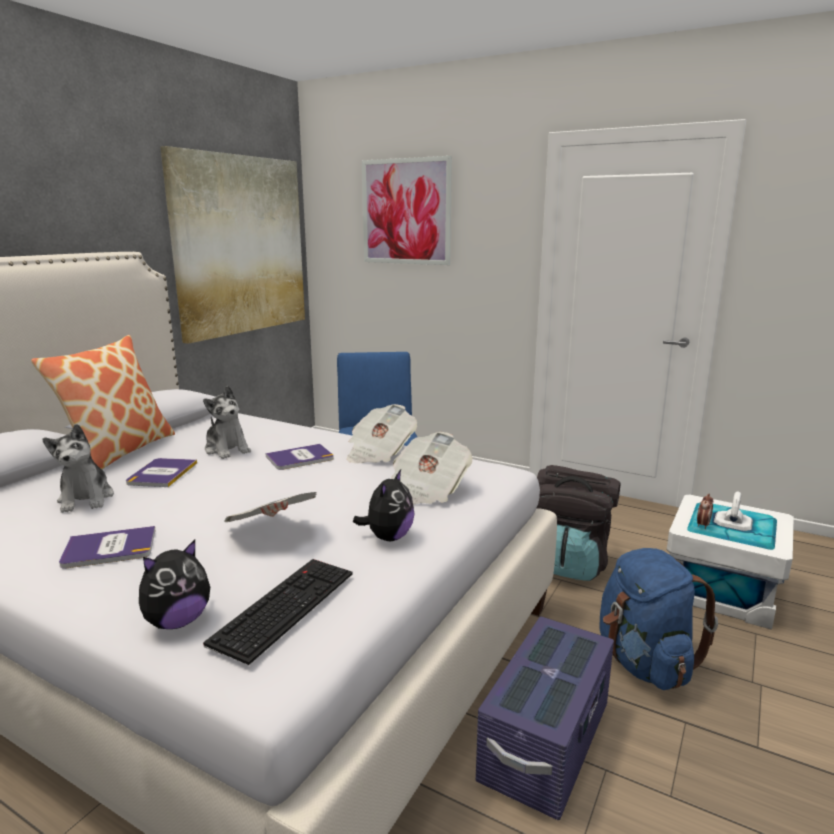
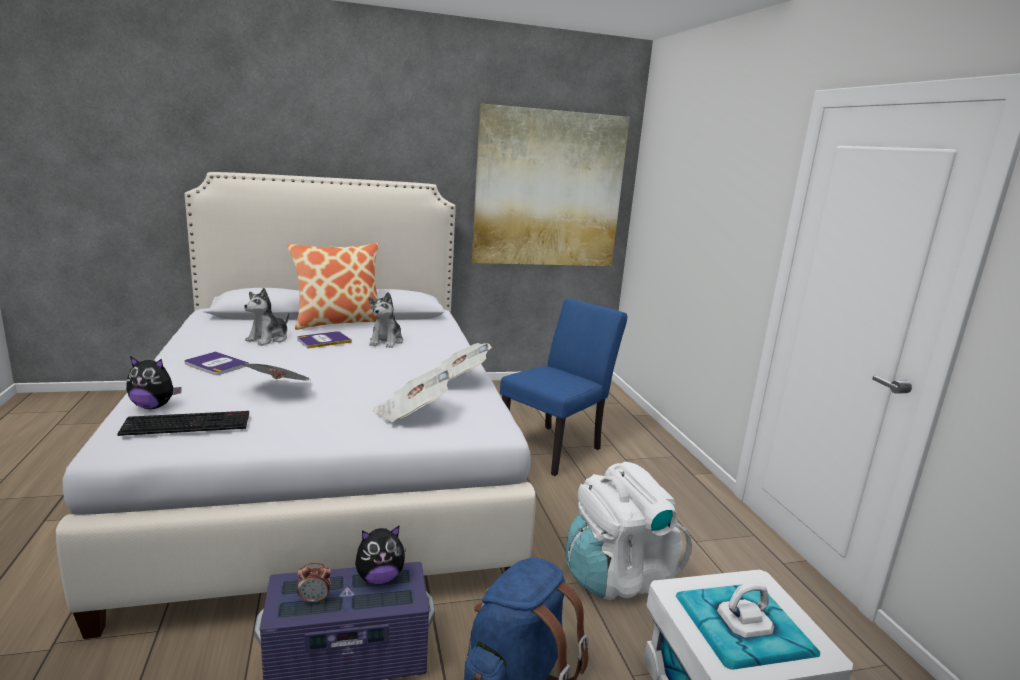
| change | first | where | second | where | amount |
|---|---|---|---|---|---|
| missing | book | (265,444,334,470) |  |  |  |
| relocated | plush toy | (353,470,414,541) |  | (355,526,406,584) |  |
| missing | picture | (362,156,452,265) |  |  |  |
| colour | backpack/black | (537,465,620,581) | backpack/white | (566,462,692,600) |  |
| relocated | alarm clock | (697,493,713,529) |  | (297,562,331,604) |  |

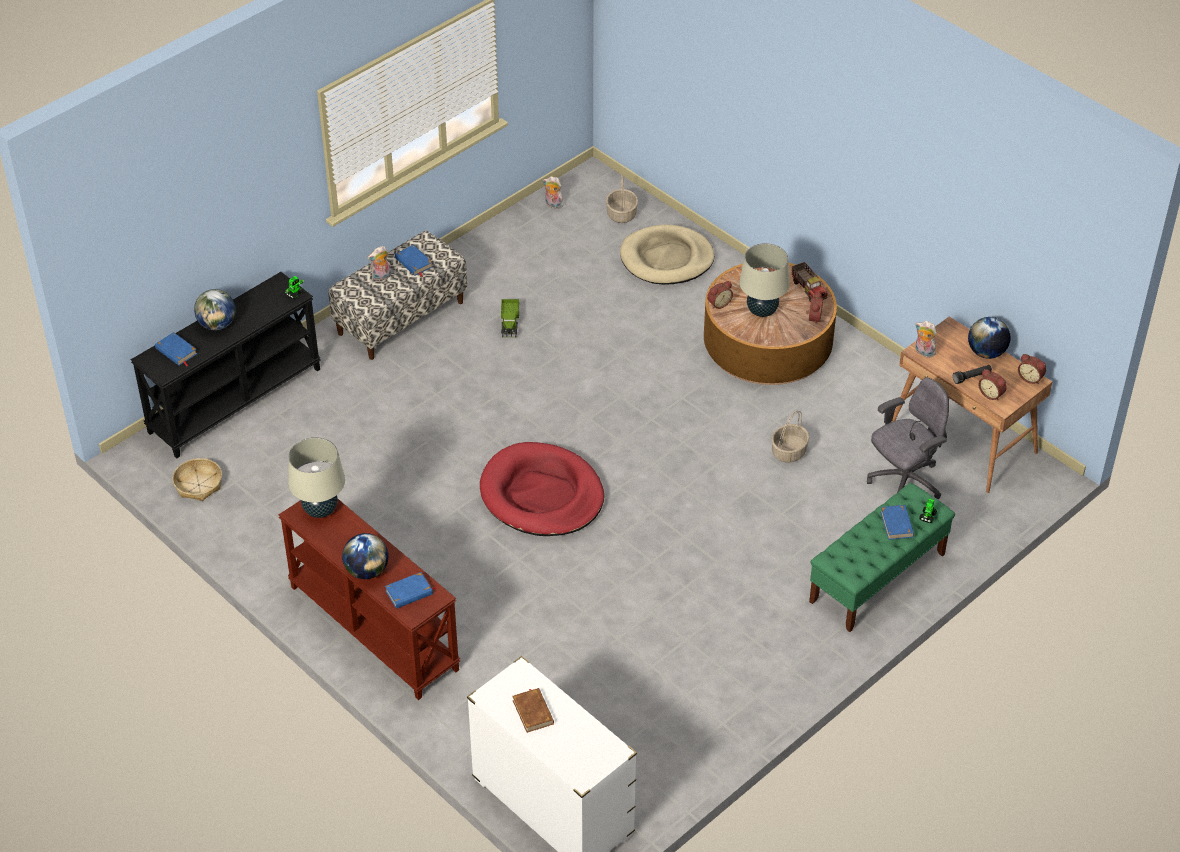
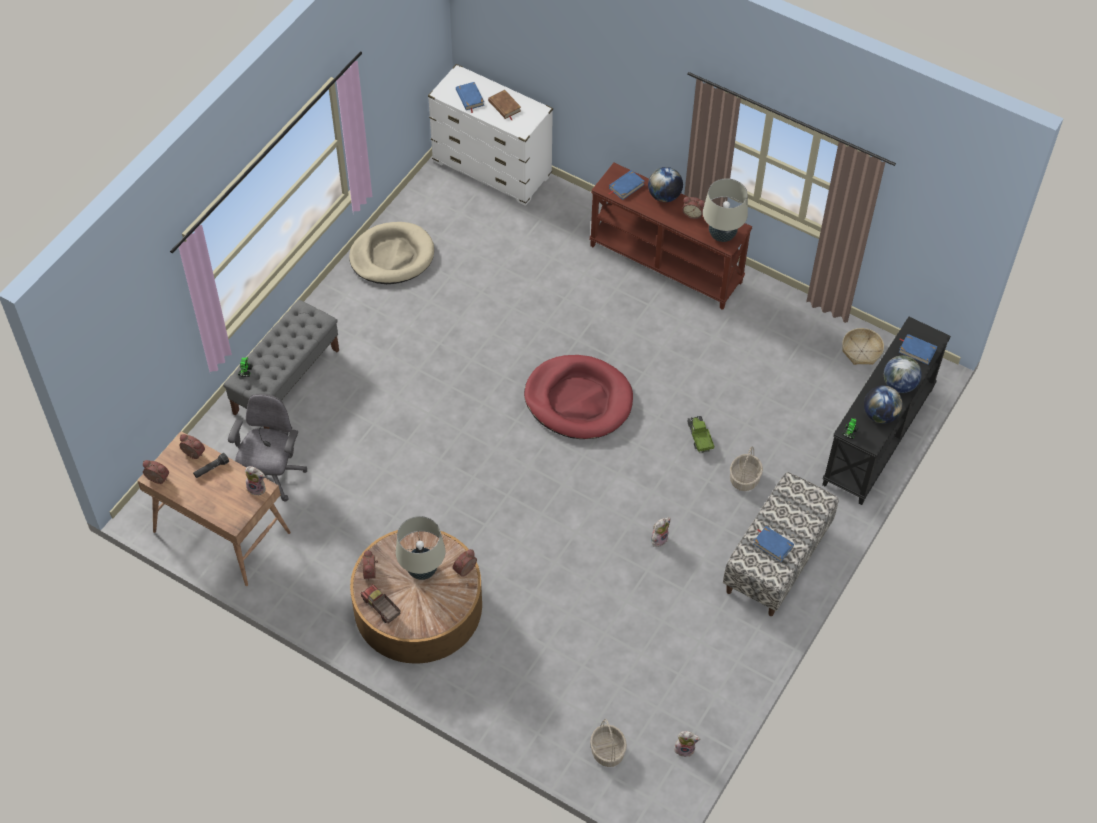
| change | first | where | second | where | amount |
|---|---|---|---|---|---|
| relocated | plush toy | (367,246,391,281) |  | (651,517,671,547) |  |
| relocated | toy truck | (501,299,519,338) |  | (688,416,714,453) |  |
| relocated | dog bed/beige | (620,224,714,285) |  | (349,222,434,284) |  |
| relocated | basket | (771,411,809,463) |  | (730,446,763,491) |  |
| colour | bench/green | (809,483,955,632) | bench/grey | (223,300,339,429) |  |
| spun | office chair/grey | (867,378,949,499) |  | (228,394,307,502) | 150 degrees clockwise |
| relocated | book/blue | (880,505,914,540) |  | (456,82,484,113) |  |
| relocated | globe | (968,317,1011,359) |  | (864,385,903,424) |  |
| appeared |  |  | alarm clock | (682,197,705,219) |  |

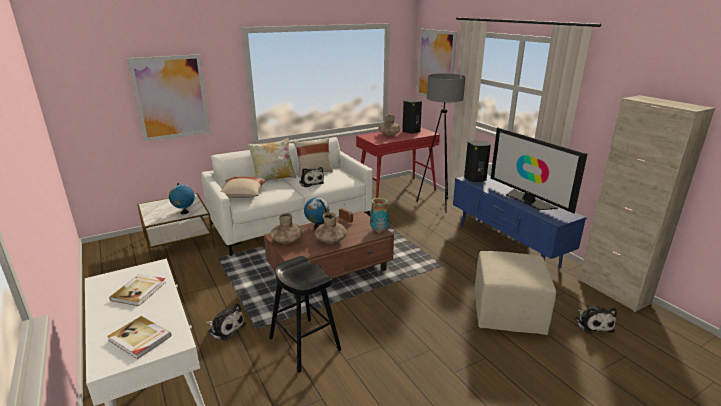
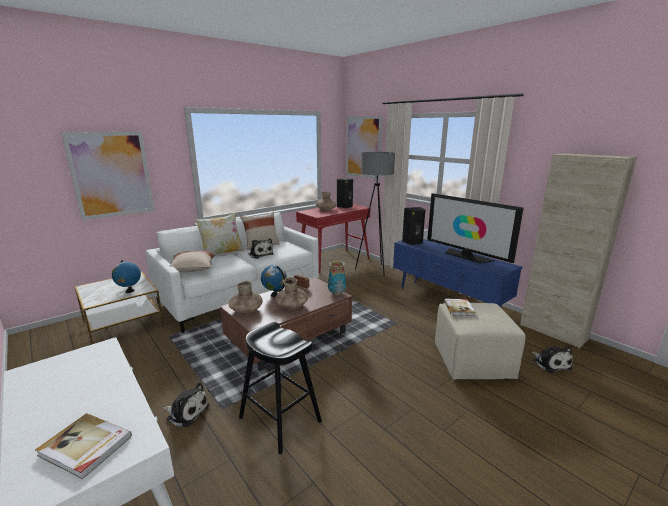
| change | first | where | second | where | amount |
|---|---|---|---|---|---|
| relocated | book | (109,274,166,306) |  | (444,298,476,316) |  |

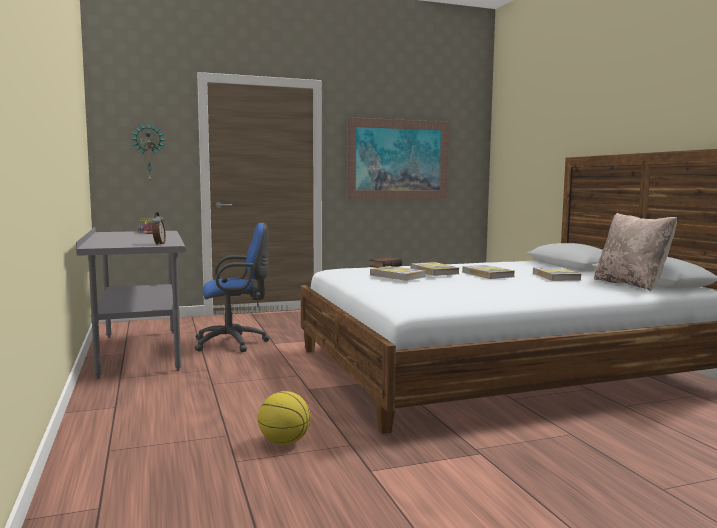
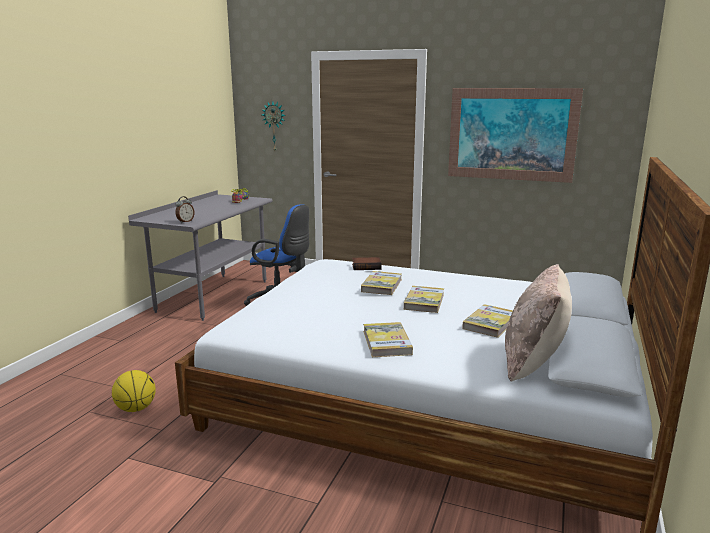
| change | first | where | second | where | amount |
|---|---|---|---|---|---|
| relocated | book | (370,266,426,281) |  | (363,322,413,357) |  |

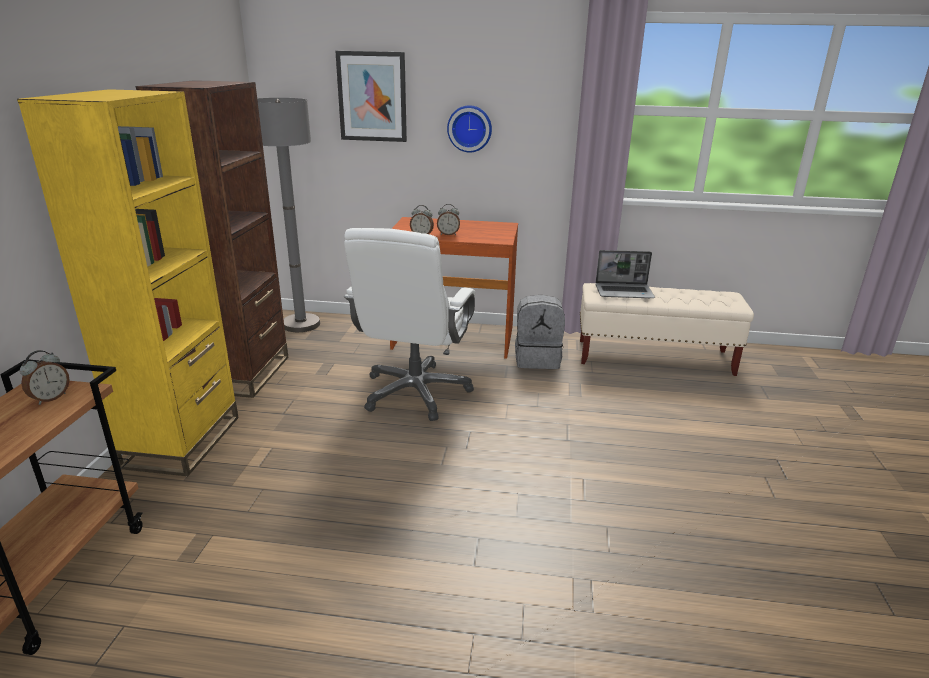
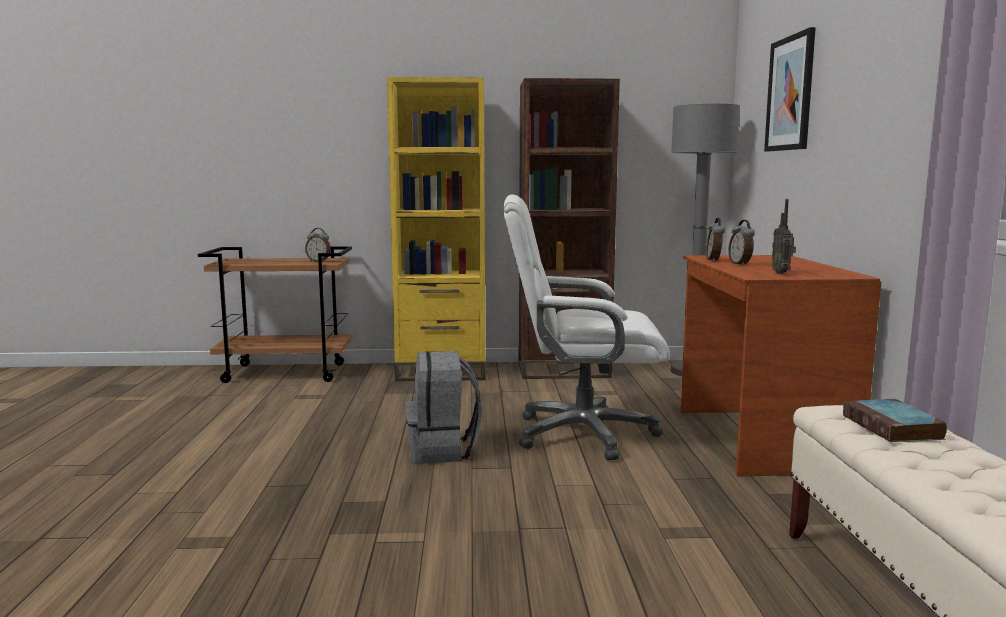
| change | first | where | second | where | amount |
|---|---|---|---|---|---|
| missing | wall clock | (447,105,492,152) |  |  |  |
| relocated | backpack/grey | (515,295,565,369) |  | (406,351,482,464) |  |
| exchanged | laptop | (596,250,655,298) | book | (843,399,947,442) |  |
| appeared |  |  | radio | (772,199,796,274) |  |

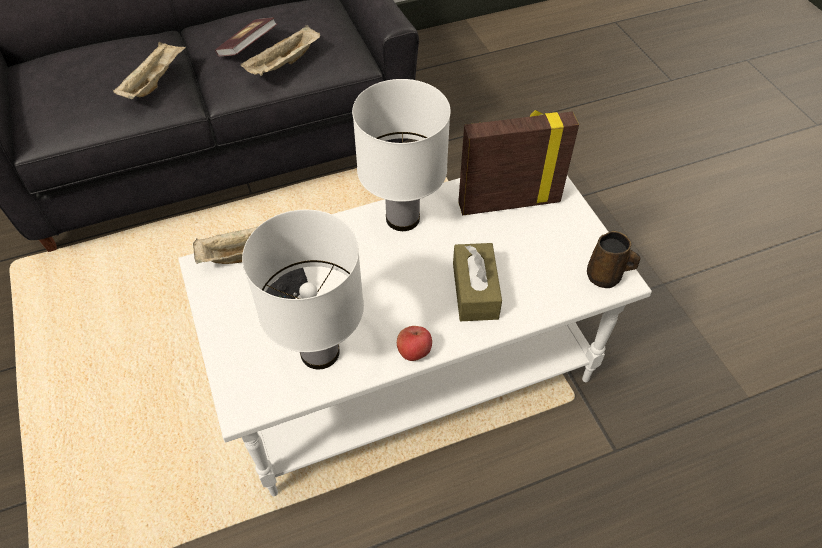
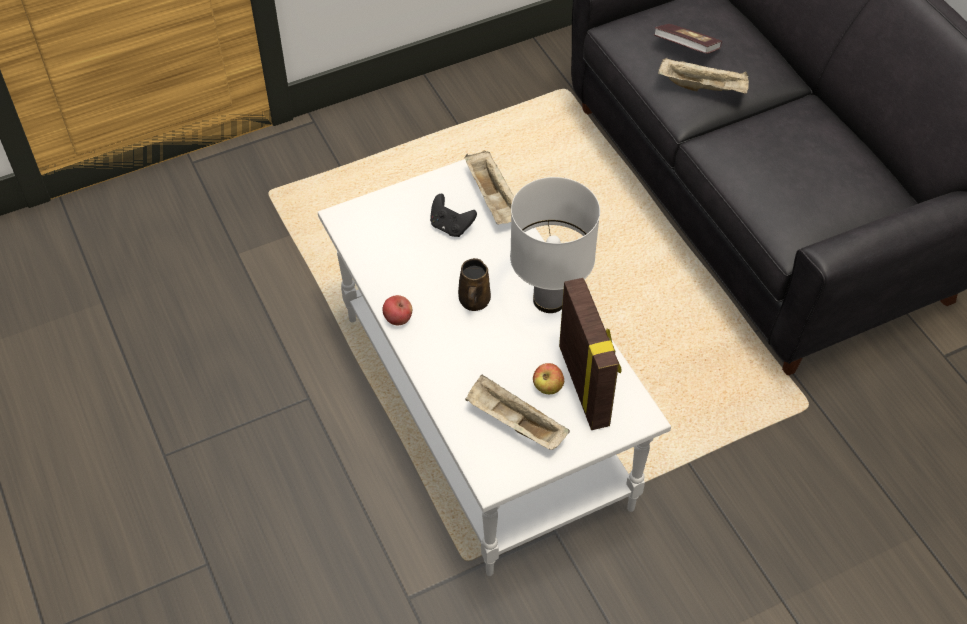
| change | first | where | second | where | amount |
|---|---|---|---|---|---|
| relocated | book | (215,17,277,57) |  | (654,24,722,54) |  |
| relocated | tray/beige | (240,25,320,76) |  | (465,374,570,450) |  |
| missing | table lamp/white | (242,210,364,369) |  |  |  |
| missing | tissue box/brown | (453,243,502,321) |  |  |  |
| relocated | mug/brown | (587,231,640,288) |  | (458,258,491,311) |  |
| appeared |  |  | apple | (533,363,564,394) |  |

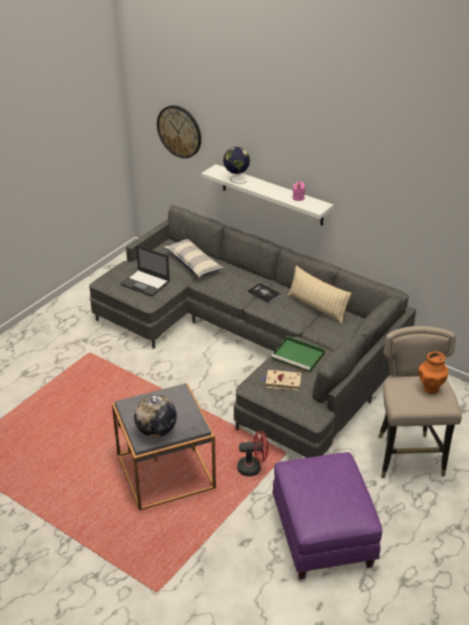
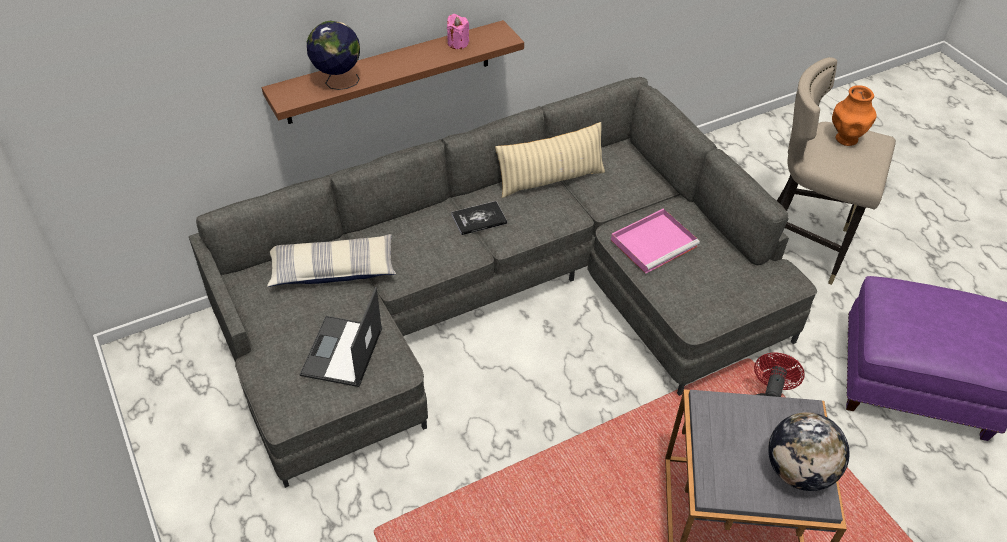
| change | first | where | second | where | amount |
|---|---|---|---|---|---|
| spun | laptop | (121,245,170,297) |  | (299,287,382,387) | 135 degrees clockwise |
| missing | wall clock | (157,105,201,158) |  |  |  |
| colour | shelf/white | (201,164,333,226) | shelf/brown | (262,20,524,124) |  |
| missing | book/beige | (260,370,301,391) |  |  |  |
| colour | tray/green | (271,336,325,373) | tray/pink | (611,208,700,274) |  |

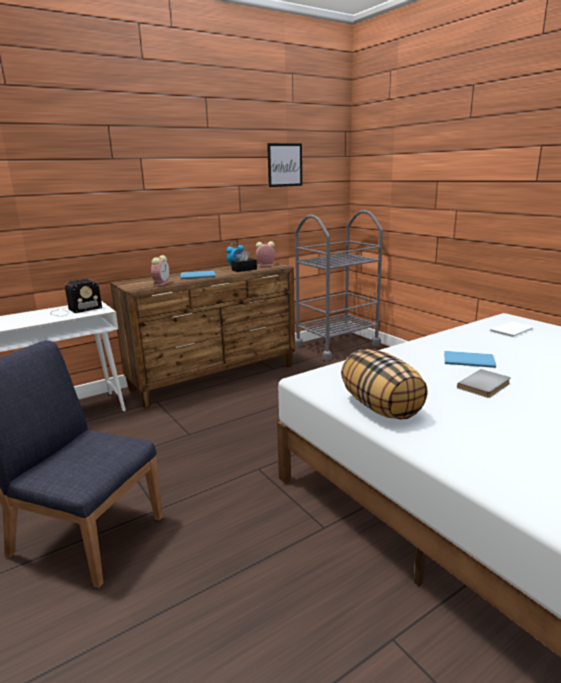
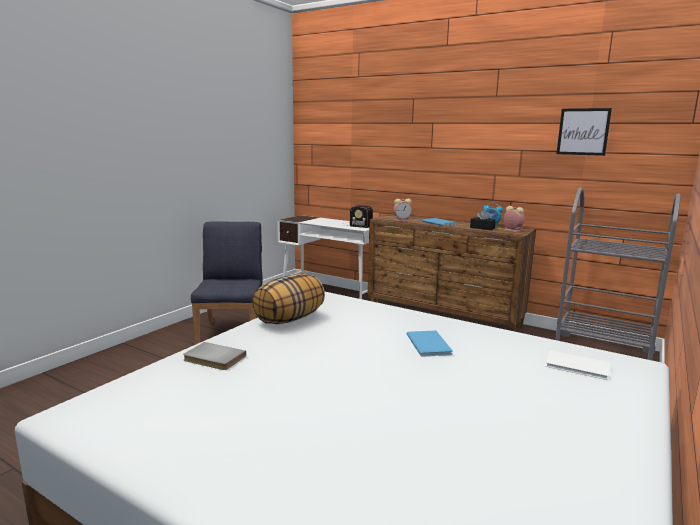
| change | first | where | second | where | amount |
|---|---|---|---|---|---|
| relocated | book/grey | (457,369,510,398) |  | (183,342,246,370) |  |

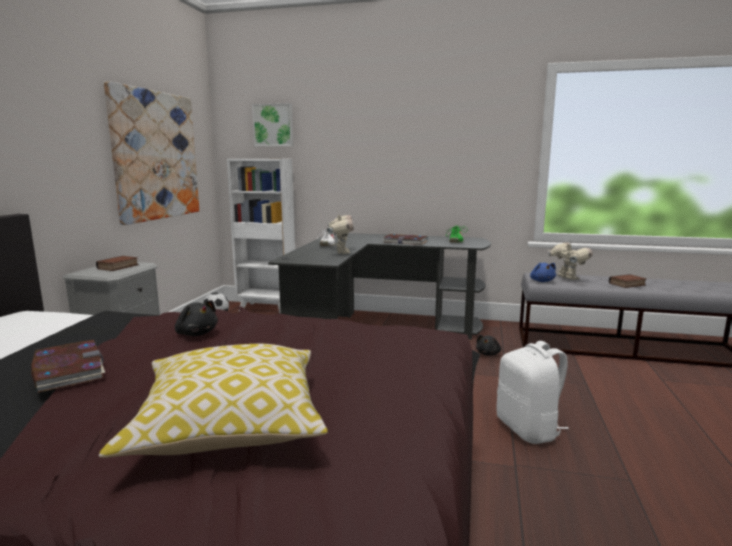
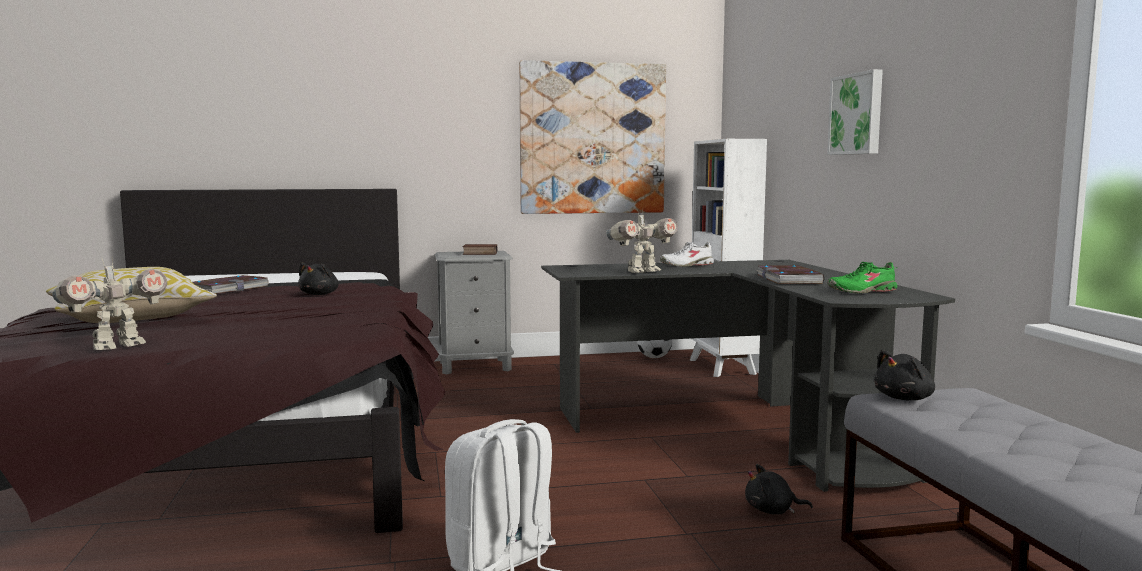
| change | first | where | second | where | amount |
|---|---|---|---|---|---|
| relocated | picture | (252,103,294,147) |  | (827,69,883,155) |  |
| colour | plush toy/blue | (530,263,556,282) | plush toy/black | (874,349,935,400) |  |
| relocated | toy robot | (548,241,593,280) |  | (52,257,168,350) |  |
| missing | book | (609,274,647,288) |  |  |  |

